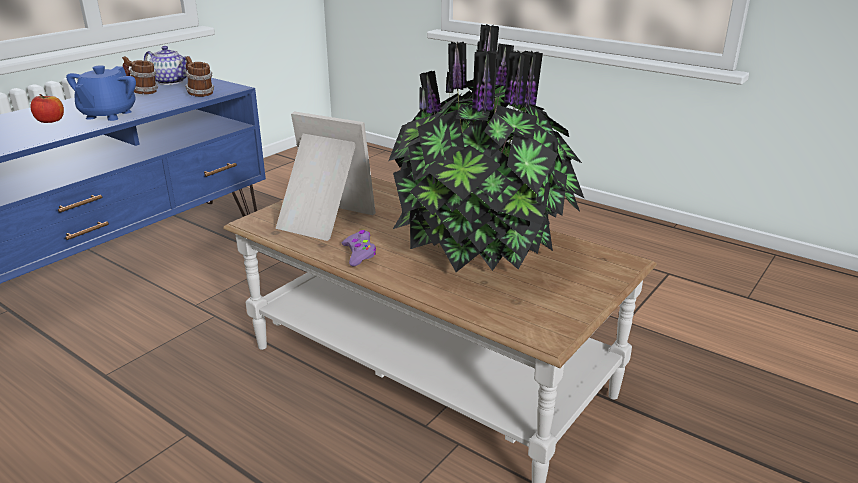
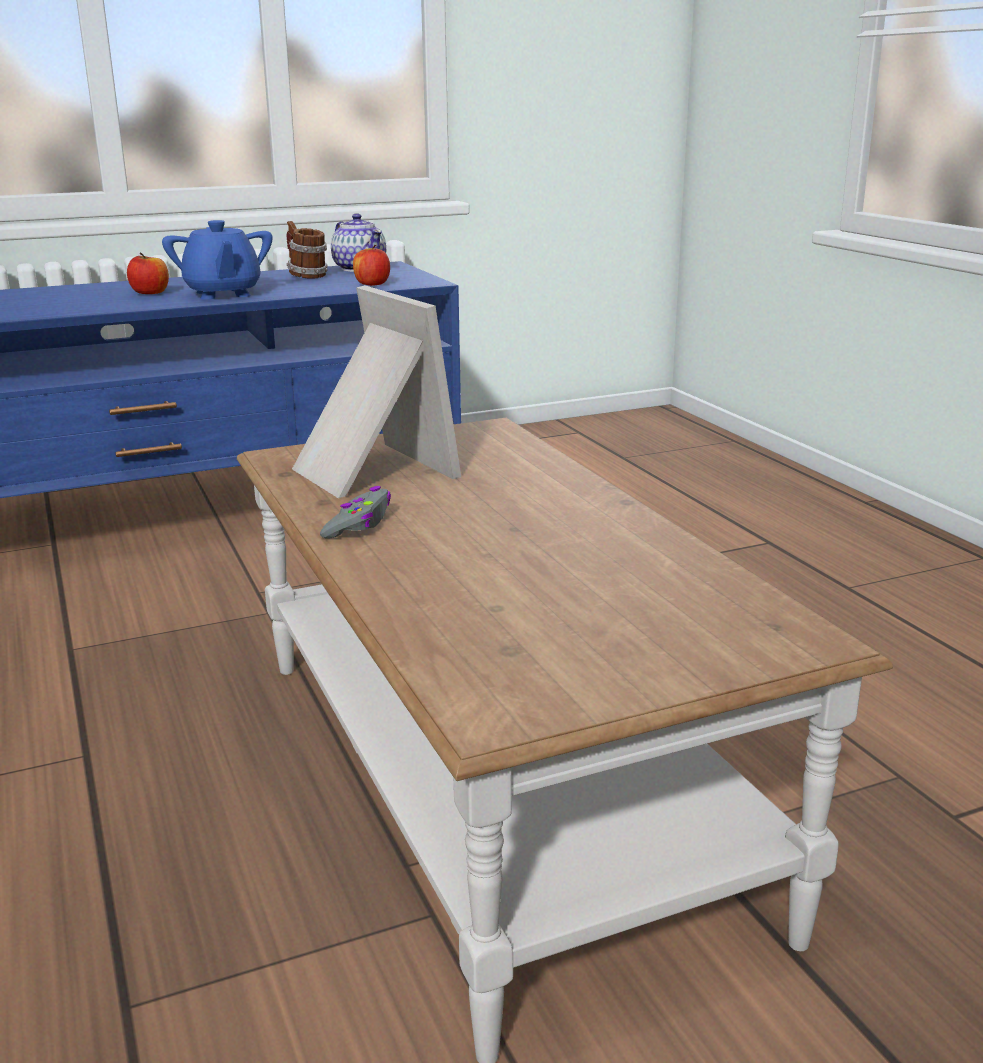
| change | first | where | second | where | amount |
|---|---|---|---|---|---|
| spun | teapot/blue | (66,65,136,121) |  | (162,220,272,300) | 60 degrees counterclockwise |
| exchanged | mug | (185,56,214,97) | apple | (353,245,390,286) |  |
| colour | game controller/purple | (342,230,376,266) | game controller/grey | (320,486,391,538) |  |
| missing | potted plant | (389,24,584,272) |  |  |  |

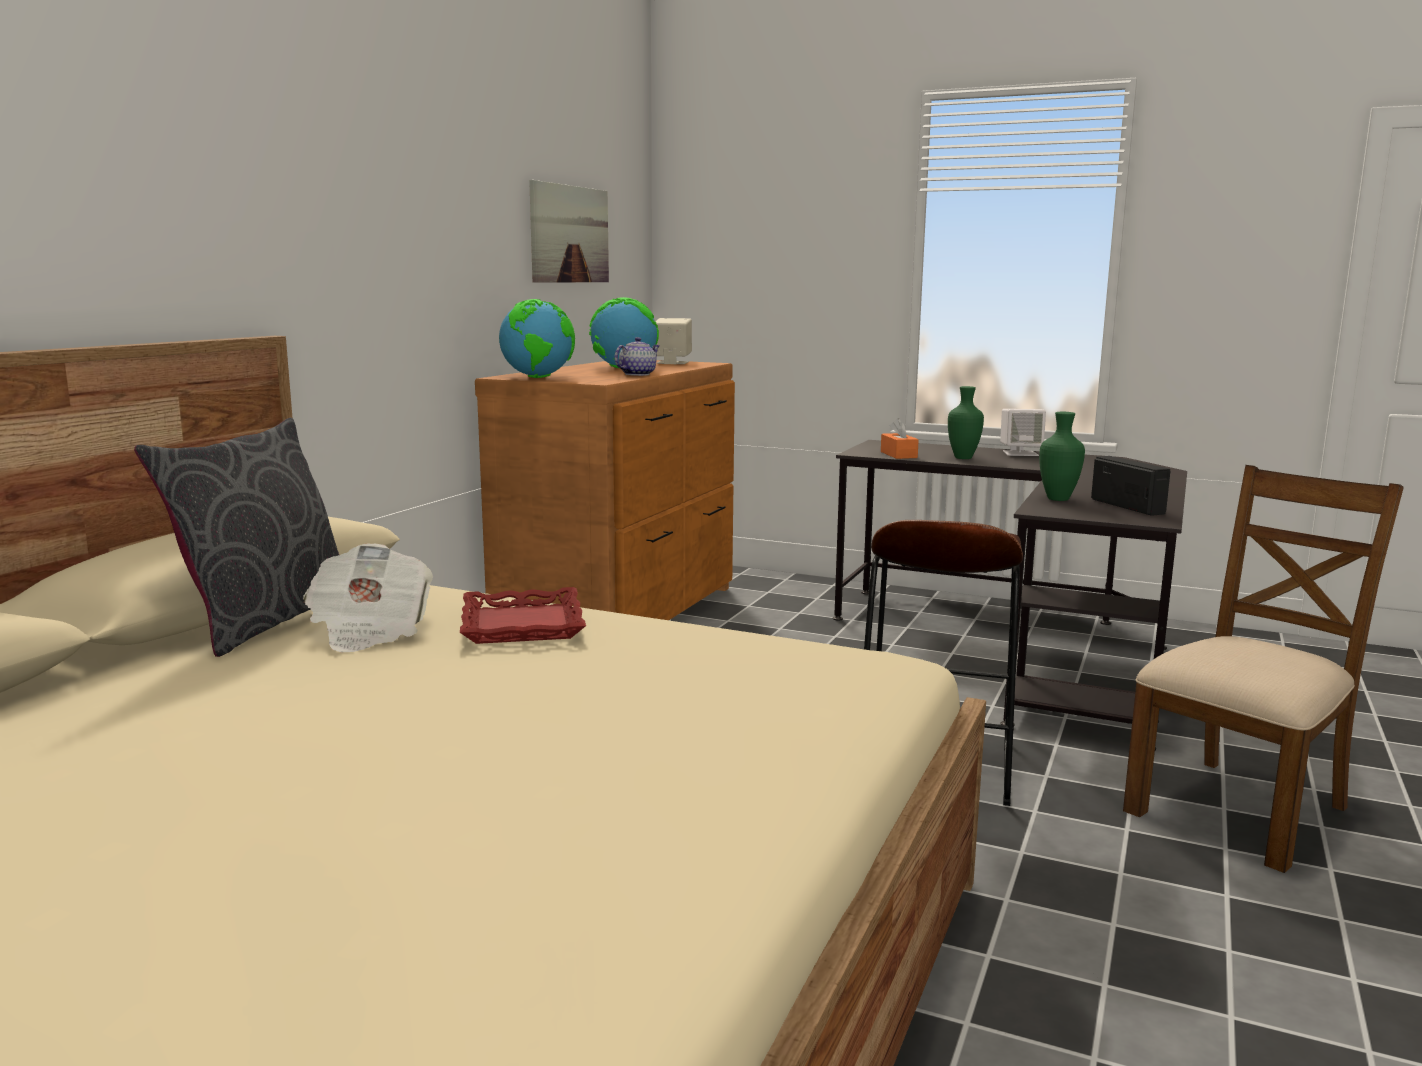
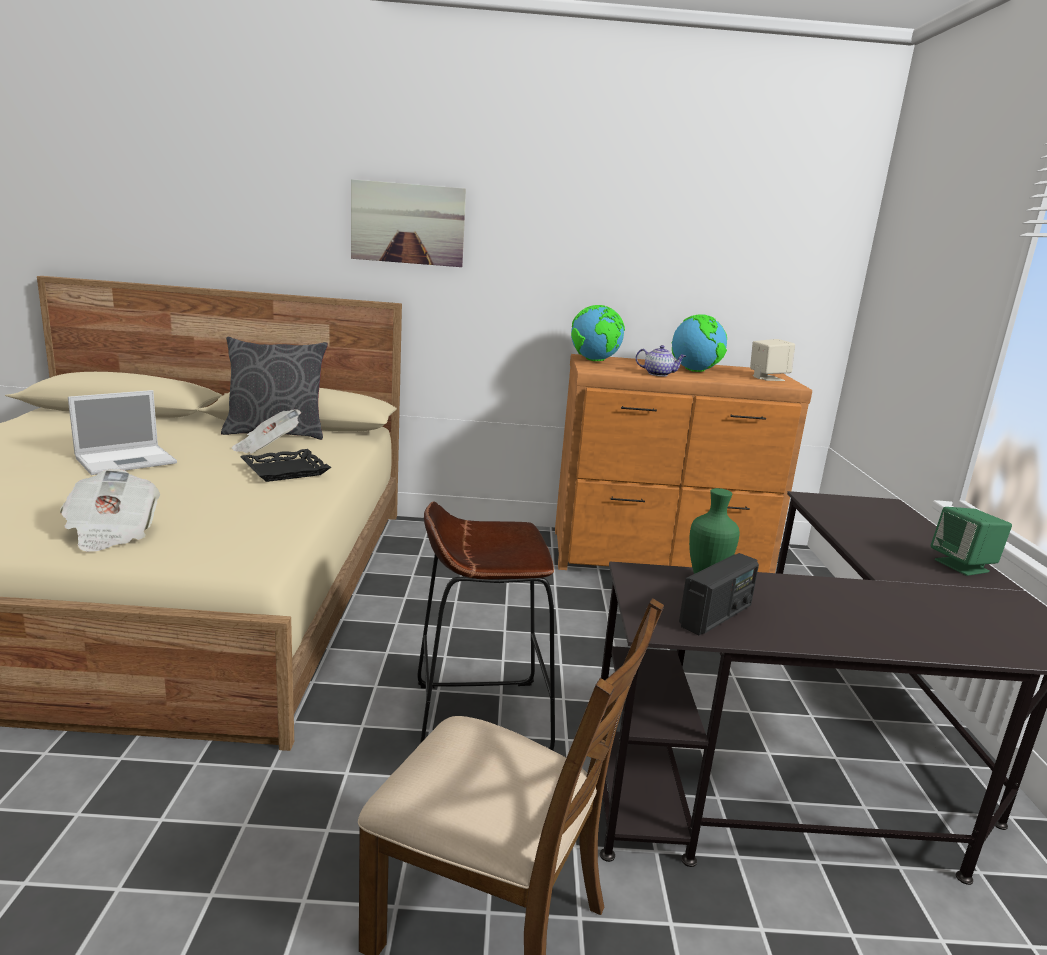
| change | first | where | second | where | amount |
|---|---|---|---|---|---|
| colour | tray/red | (460,587,586,644) | tray/black | (240,449,331,482) |  |
| relocated | picture | (529,180,609,283) |  | (351,179,466,267) |  |
| missing | tissue box/orange | (881,418,919,459) |  |  |  |
| missing | vase/green | (948,386,984,459) |  |  |  |
| colour | speaker/white | (1000,409,1046,456) | speaker/green | (931,507,1012,576) |  |
| appeared |  |  | newspaper | (60,469,160,552) |  |
| appeared |  |  | laptop | (68,390,177,475) |  |

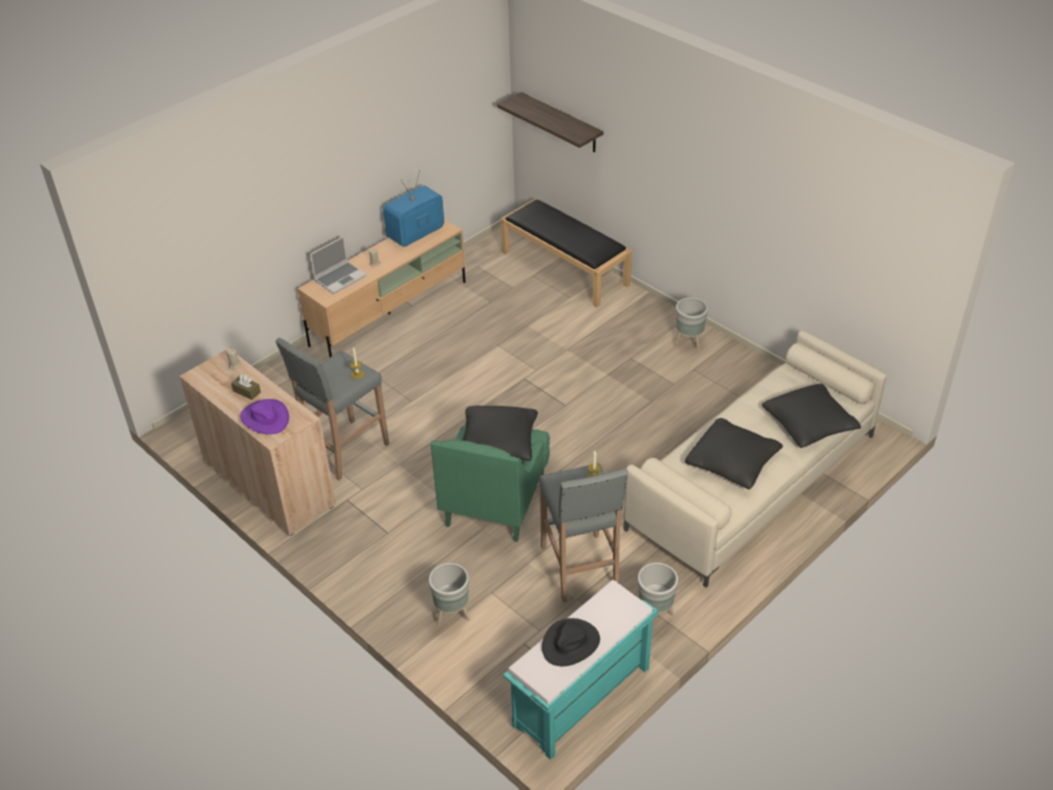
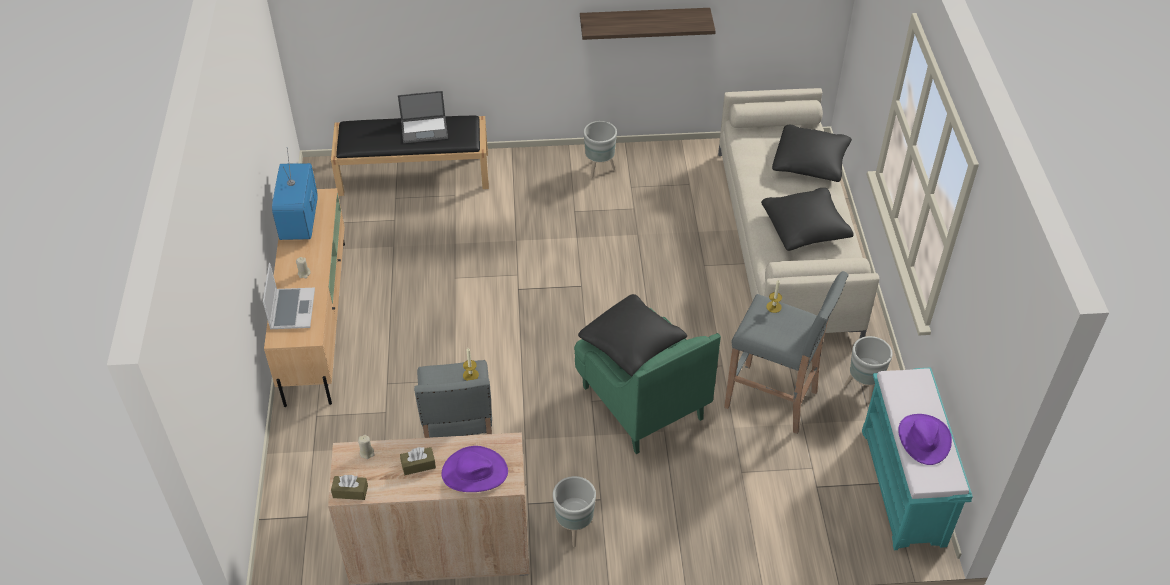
| change | first | where | second | where | amount |
|---|---|---|---|---|---|
| relocated | planter/grey | (429,563,470,626) |  | (553,476,596,547) |  |
| relocated | shelf | (497,92,603,152) |  | (580,8,716,40) |  |
| colour | hat/black | (542,618,600,666) | hat/purple | (898,414,952,465) |  |
| appeared |  |  | tissue box/brown | (331,475,368,500) |  |
| appeared |  |  | laptop | (398,91,448,143) |  |

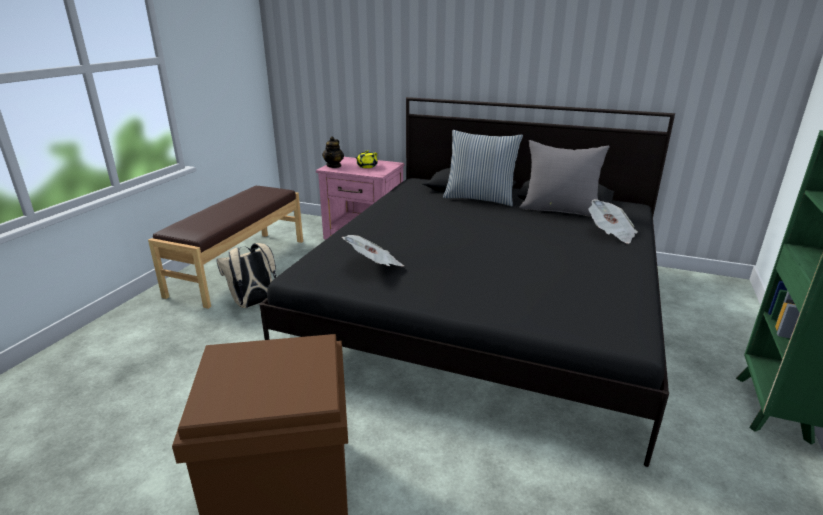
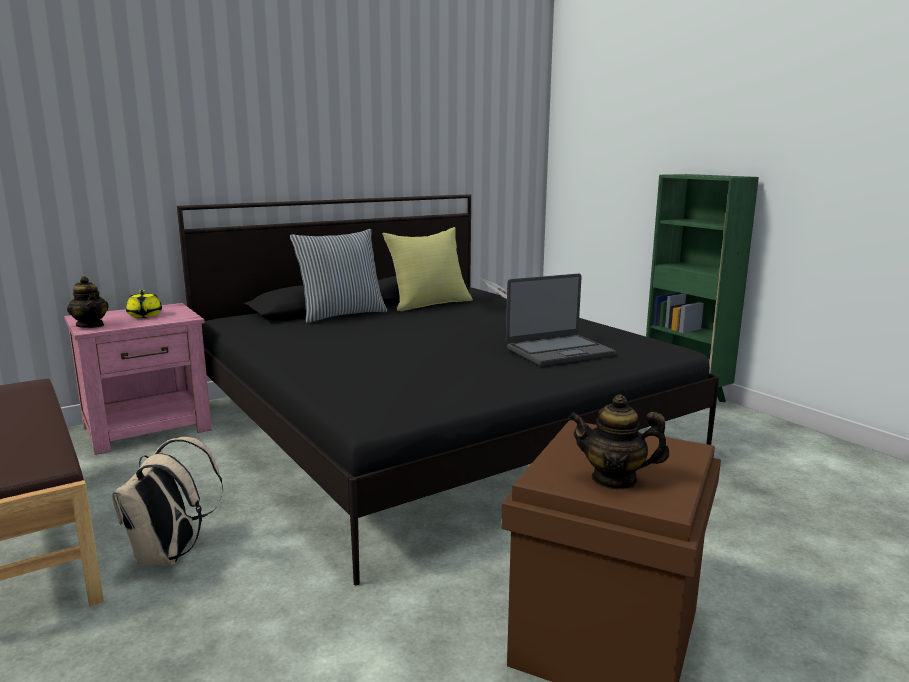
| change | first | where | second | where | amount |
|---|---|---|---|---|---|
| missing | newspaper | (342,235,404,266) |  |  |  |
| colour | pillow/grey | (519,140,610,217) | pillow/yellow | (382,227,473,311) |  |
| appeared |  |  | laptop | (506,274,615,366) |  |
| appeared |  |  | teapot | (569,395,669,490) |  |

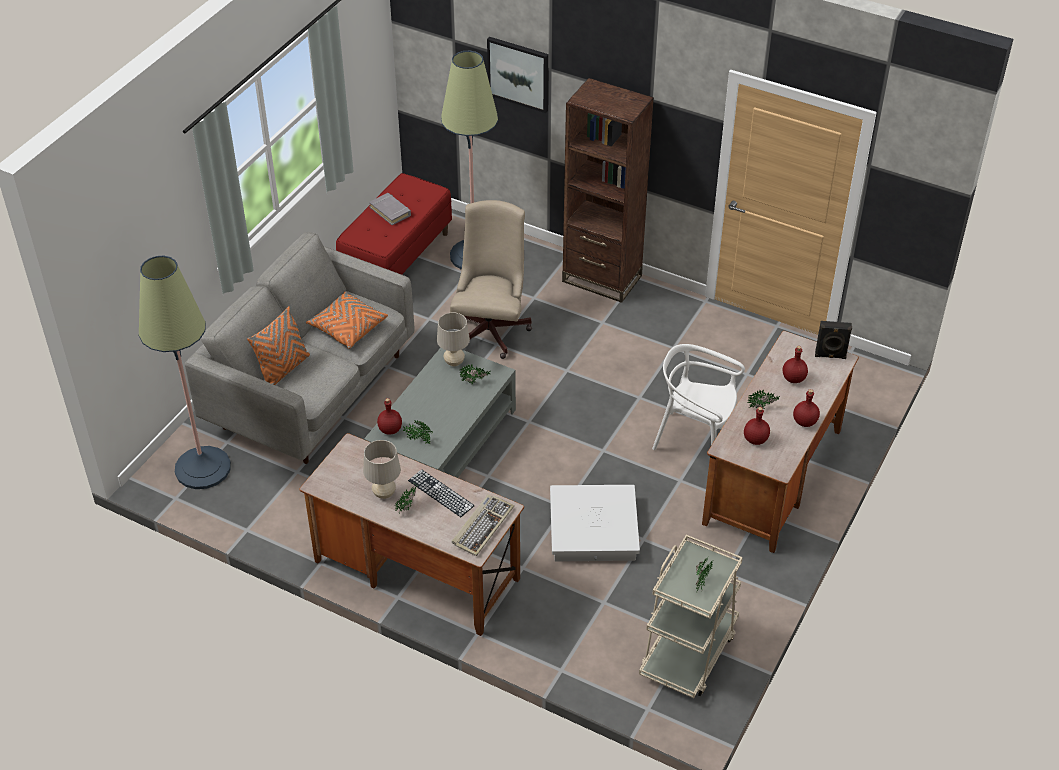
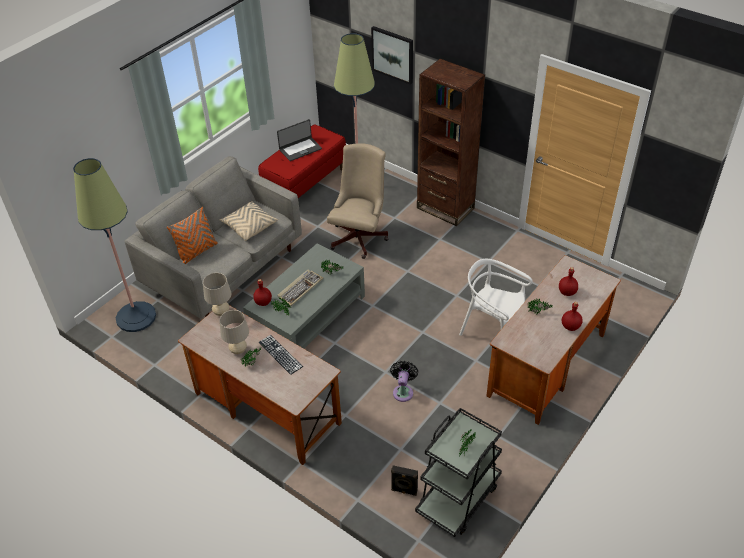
| change | first | where | second | where | amount |
|---|---|---|---|---|---|
| colour | pillow/orange | (306,292,388,349) | pillow/beige | (220,201,278,241) |  |
| exchanged | book/grey | (369,193,411,225) | laptop | (277,119,322,161) |  |
| relocated | table lamp/beige | (437,312,470,366) |  | (203,273,231,316) |  |
| relocated | keyboard | (452,494,514,556) |  | (277,270,323,306) |  |
| exchanged | storage box/white | (550,485,640,561) | fan/black | (390,361,418,402) |  |
| colour | cart/beige | (639,535,743,698) | cart/black | (415,408,502,537) |  |
| missing | bottle/red | (744,407,770,445) |  |  |  |
| relocated | speaker/black | (815,321,852,359) |  | (391,465,418,496) |  |

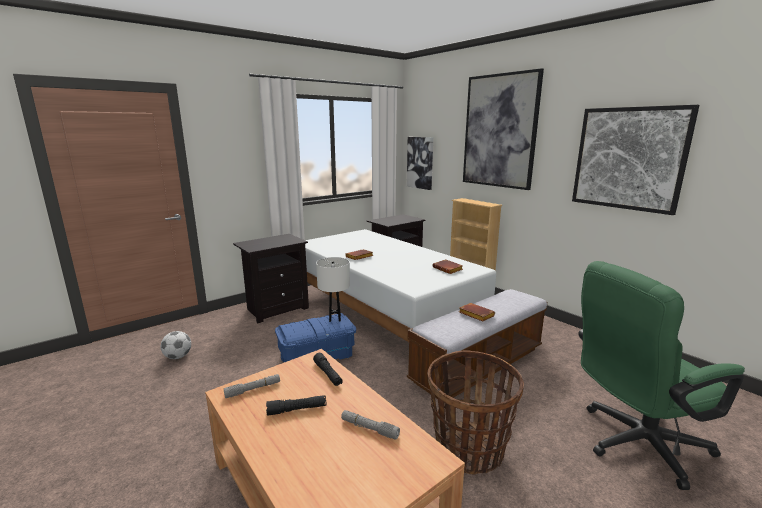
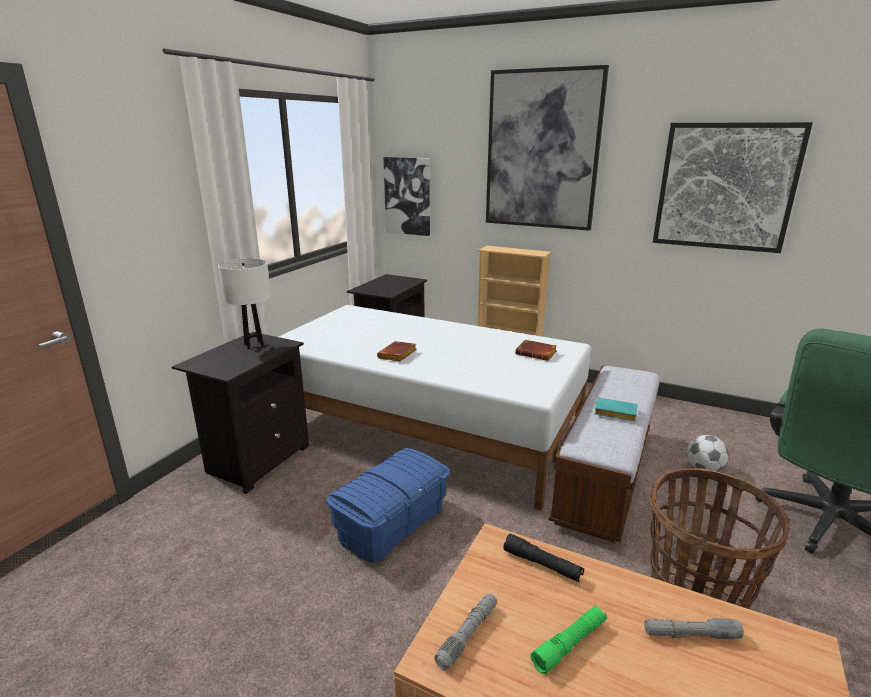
| change | first | where | second | where | amount |
|---|---|---|---|---|---|
| relocated | football | (161,331,191,359) |  | (687,435,729,472) |  |
| colour | flashlight/black | (266,395,327,416) | flashlight/green | (531,605,607,674) |  |
| relocated | table lamp/white | (316,257,350,322) |  | (218,258,271,350) |  |
| colour | book/brown | (459,303,495,321) | book/turquoise | (594,397,637,421) |  |

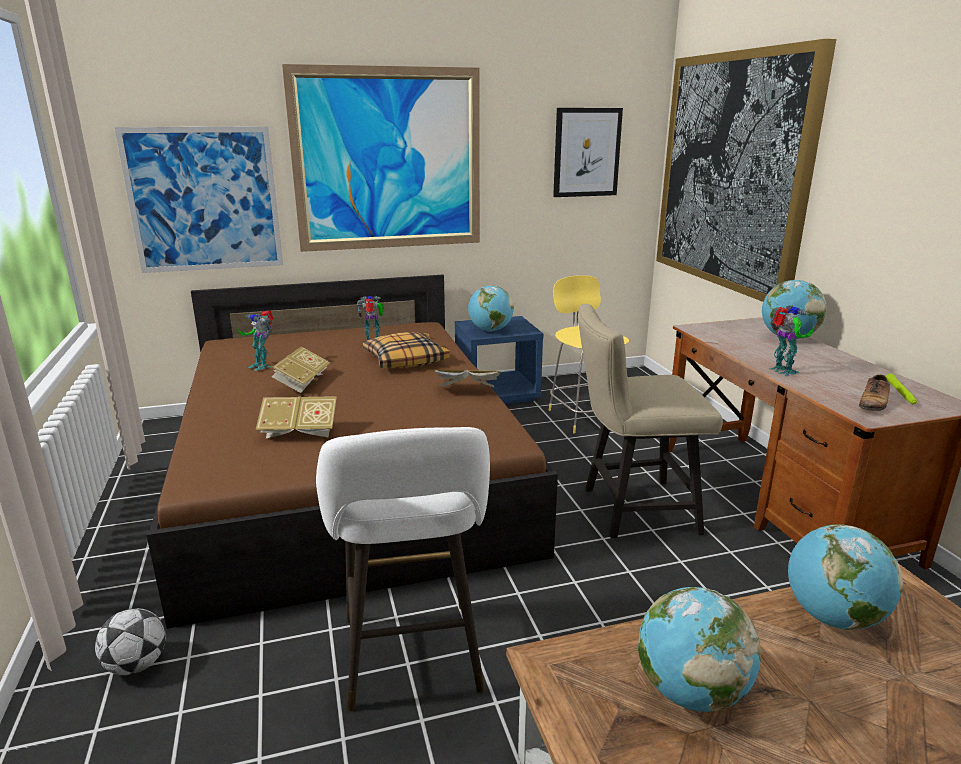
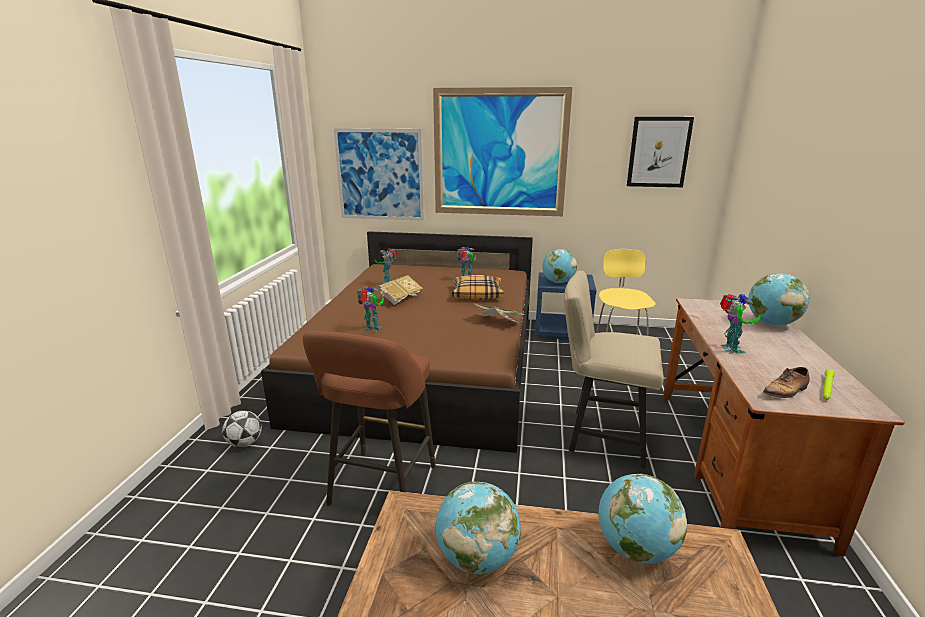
| change | first | where | second | where | amount |
|---|---|---|---|---|---|
| exchanged | book | (256,396,337,438) | toy robot | (357,286,384,332) |  |
| colour | stool/white | (316,427,490,711) | stool/brown | (303,331,436,505) |  |
| missing | picture | (656,39,836,302) |  |  |  |

